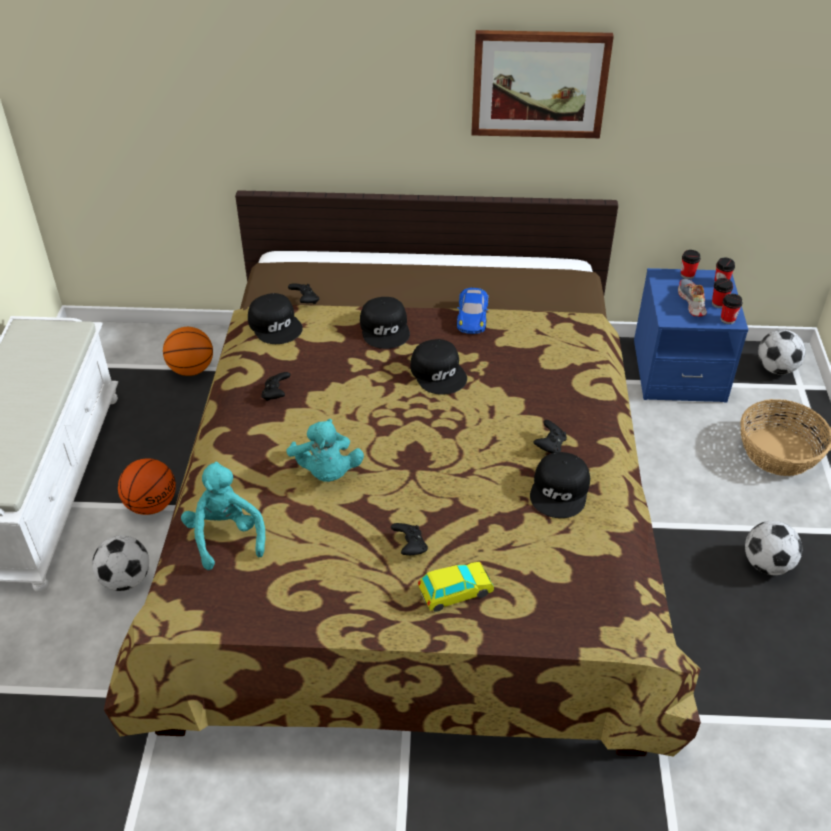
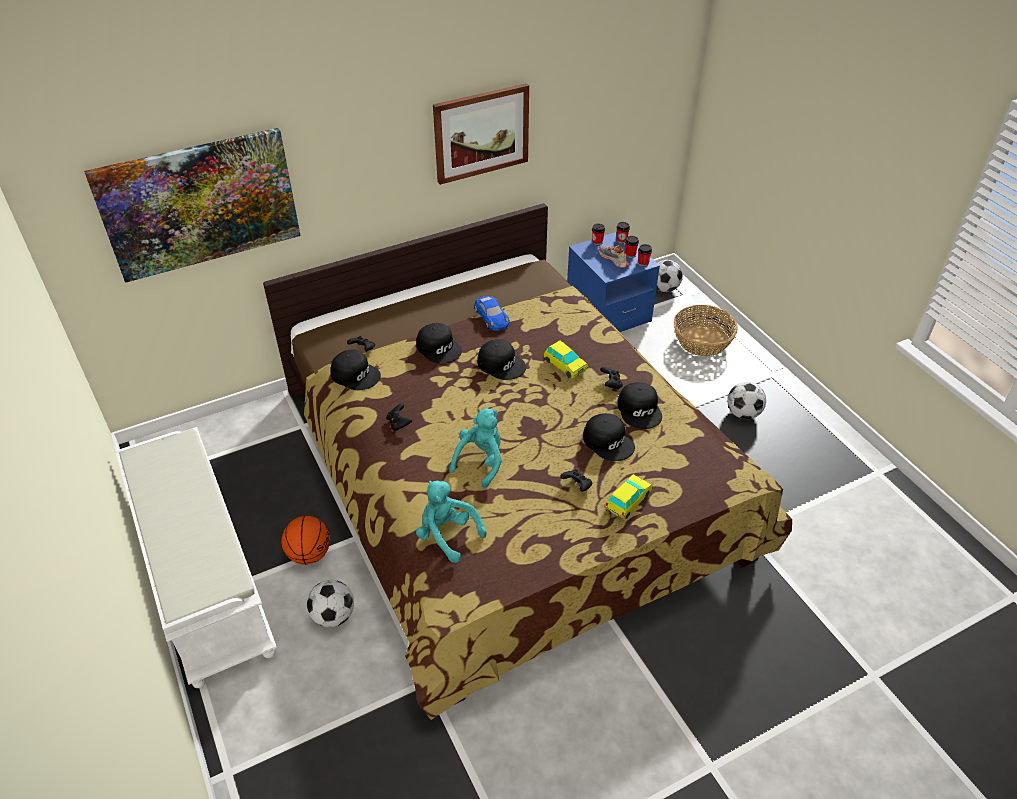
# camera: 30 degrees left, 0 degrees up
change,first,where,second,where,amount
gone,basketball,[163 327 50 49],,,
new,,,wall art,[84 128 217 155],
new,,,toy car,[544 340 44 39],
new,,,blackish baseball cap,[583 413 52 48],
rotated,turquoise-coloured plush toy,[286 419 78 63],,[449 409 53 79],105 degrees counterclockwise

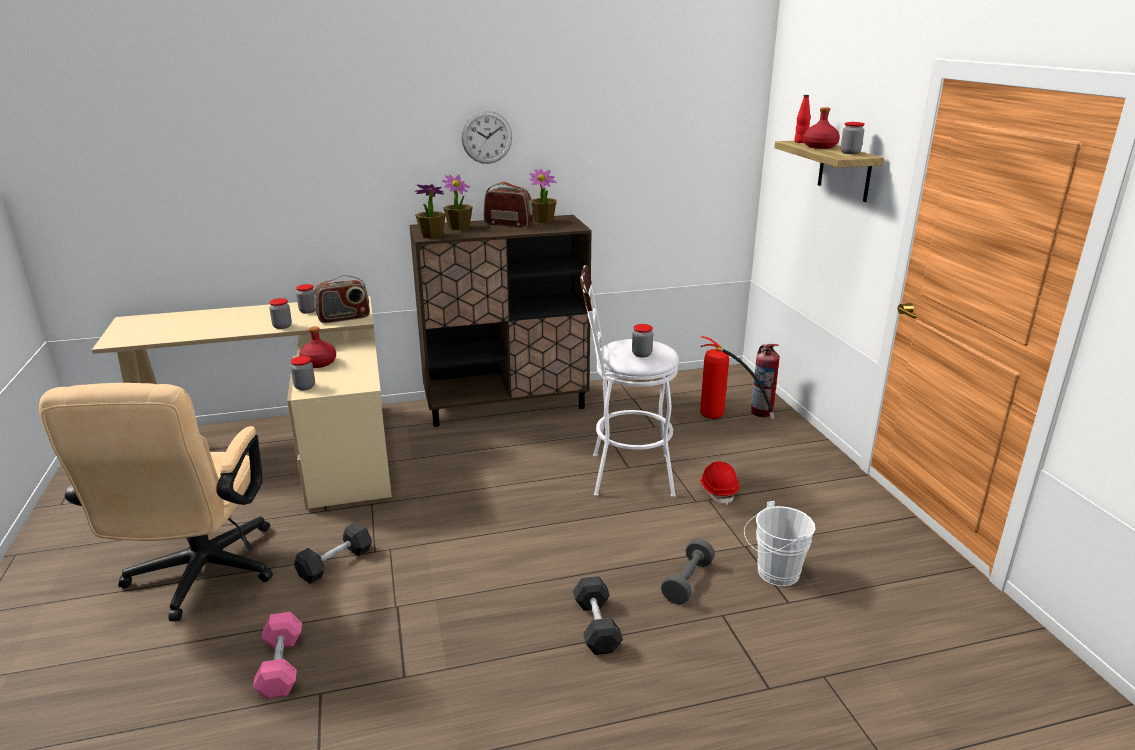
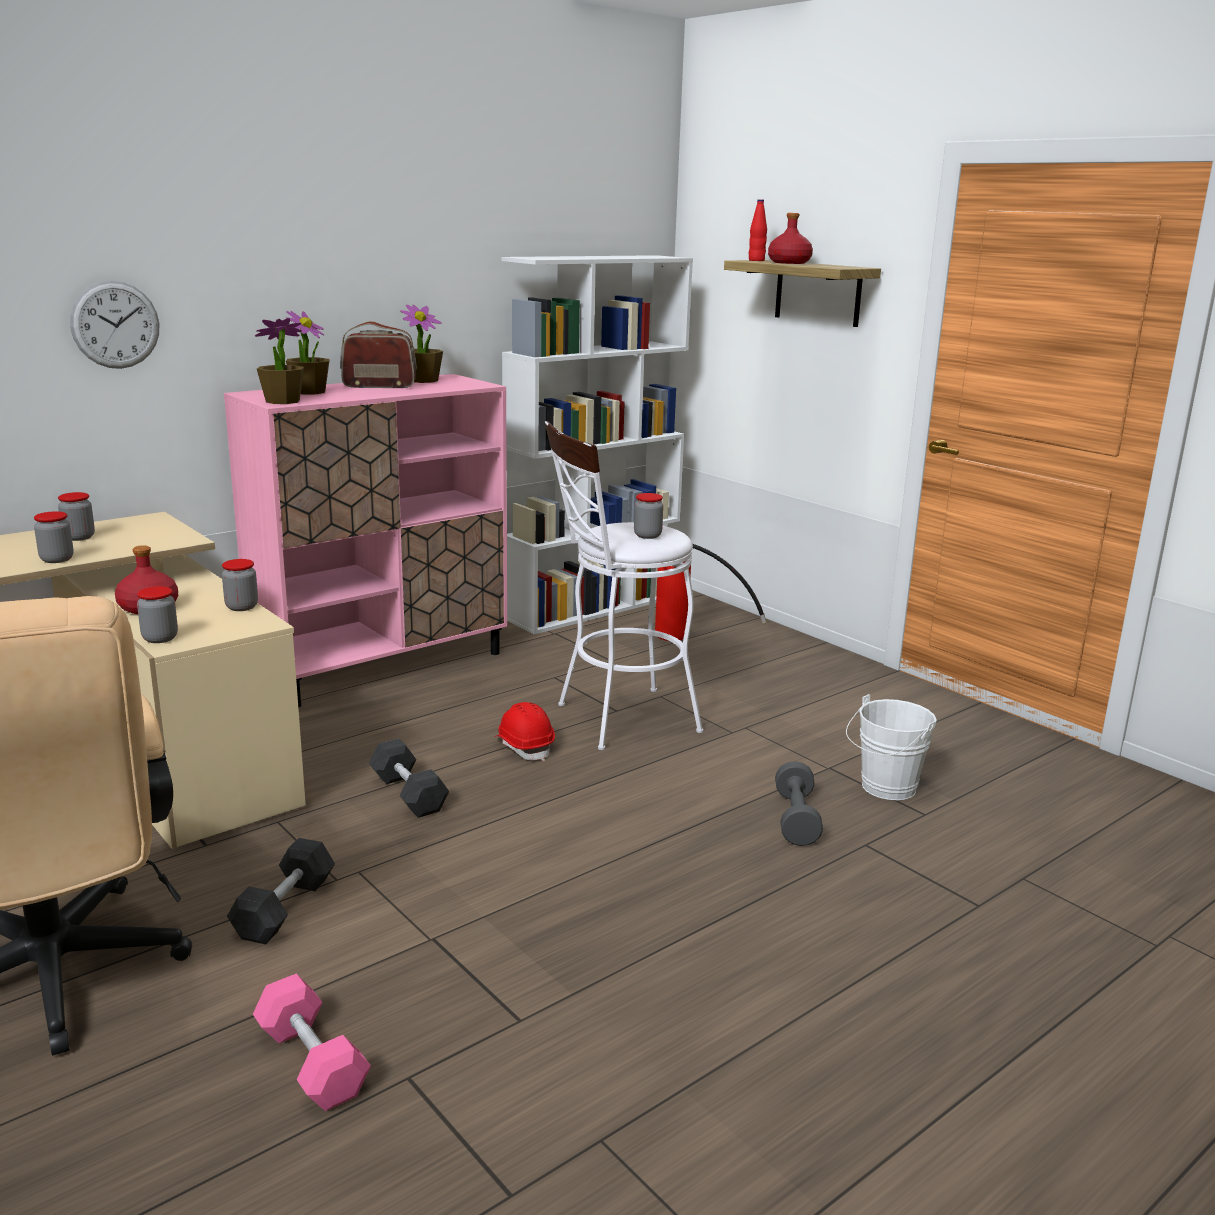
# camera: 25 degrees left, 5 degrees down
change,first,where,second,where,amount
gone,radio,[314 275 56 48],,,
gone,fire extinguisher,[751 344 29 73],,,
new,,,white shelving unit,[501 255 192 379],
shifted,clock on the wall,[461 111 51 53],,[70 281 89 88],
shifted,grey free weight,[573 576 50 79],,[369 739 80 79],
shifted,red hard hat,[699 461 40 44],,[495 702 60 59],
shifted,storage jar,[841 122 24 32],,[222 559 36 52],
repainted,brownish cupboard,[410 215 182 212],pink-coloured cupboard,[224 374 283 334],

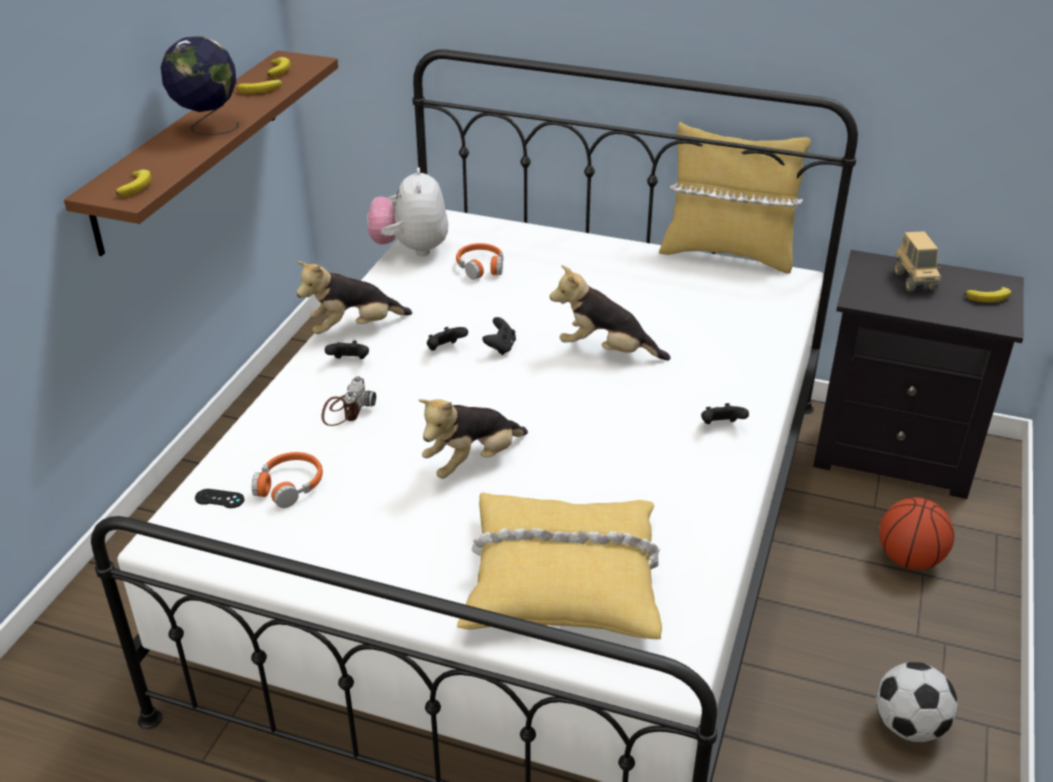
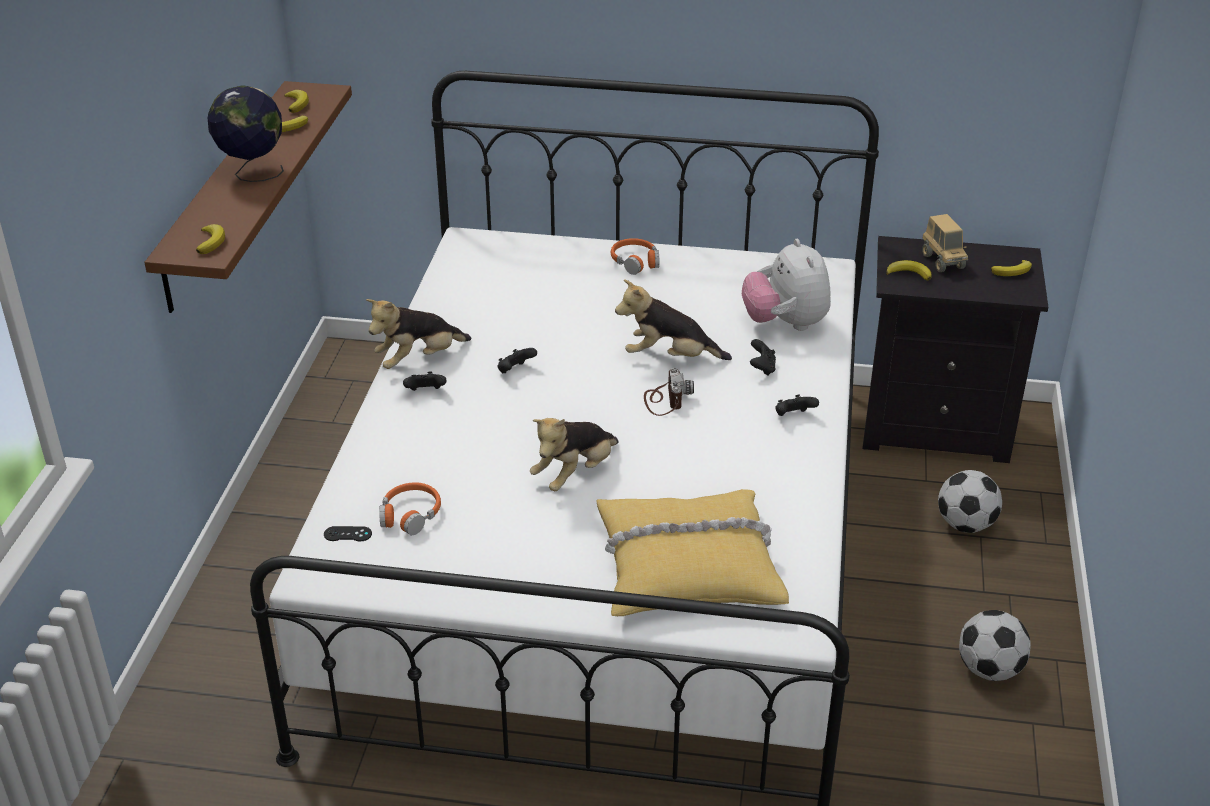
# camera: 10 degrees left, 0 degrees up
change,first,where,second,where,amount
gone,yellowish cushion,[659 122 152 152],,,
new,,,banana,[886 260 46 20],
shifted,photo camera,[321 376 55 50],,[644 368 50 48],
shifted,plush toy,[367 167 81 89],,[742 239 89 92],
shifted,orange-coloured headphones,[456 243 47 37],,[611 238 48 37],
shifted,blackish gamepad,[482 317 34 38],,[750 339 26 37],
swapped,basketball,[879 498 75 72],football,[938 470 64 63],

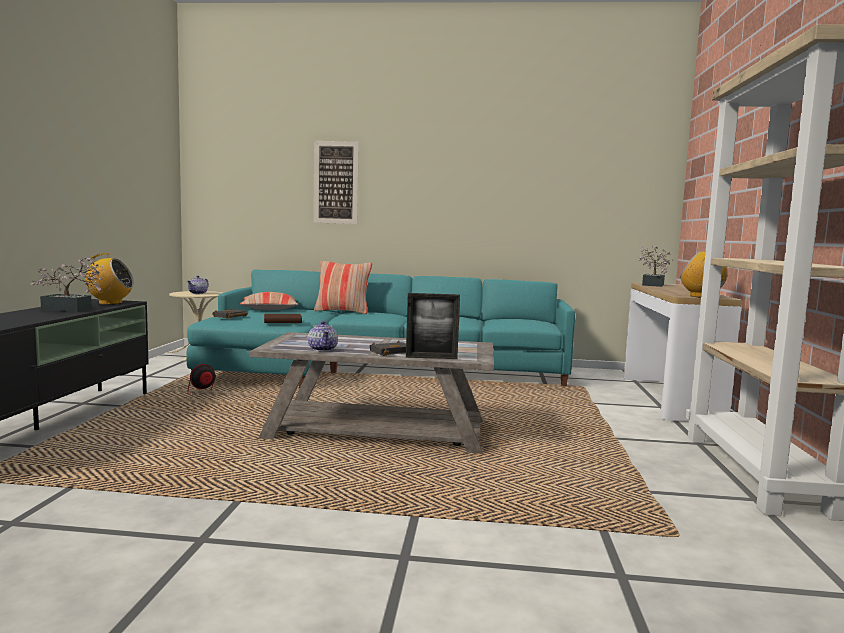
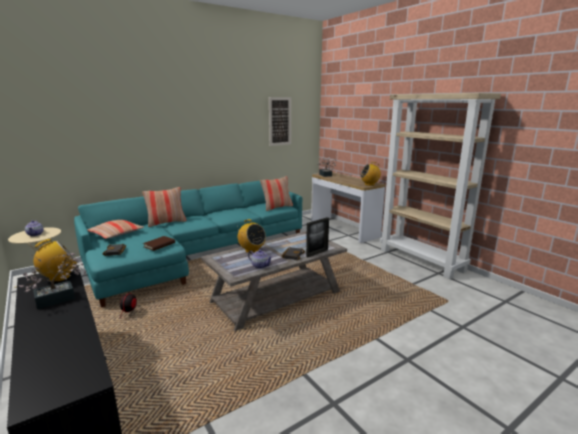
# camera: 40 degrees left, 10 degrees up
change,first,where,second,where,amount
new,,,radio,[237 219 29 34],
new,,,cushion,[260 176 33 35],
shifted,wall art,[313 141 46 83],,[269 97 22 49],

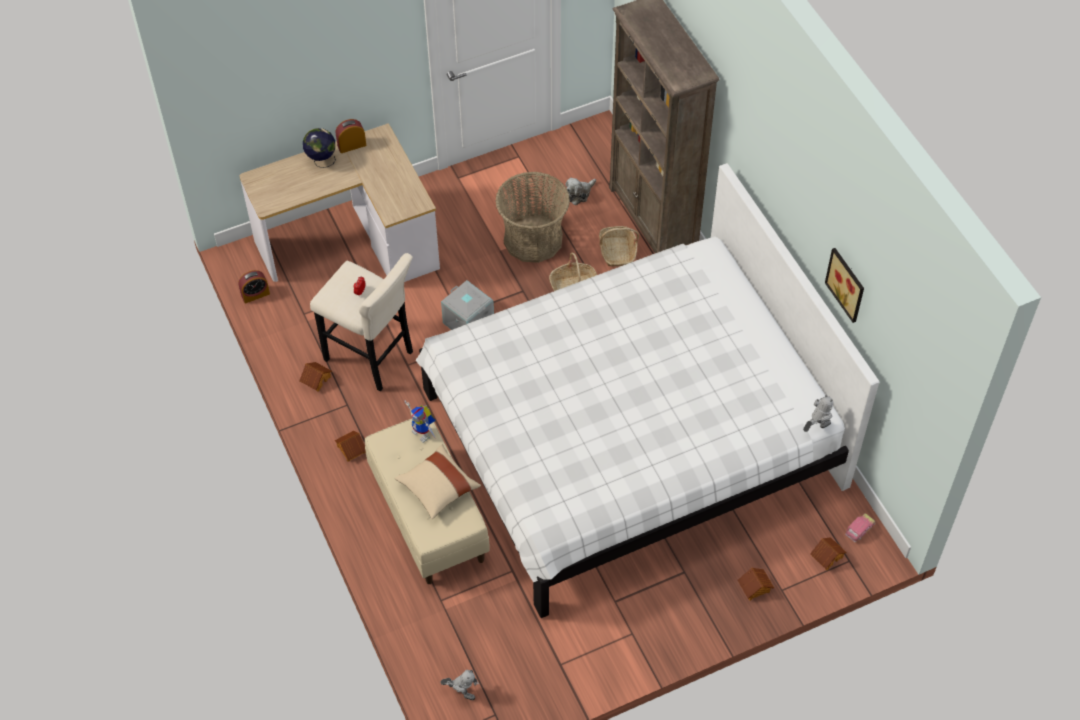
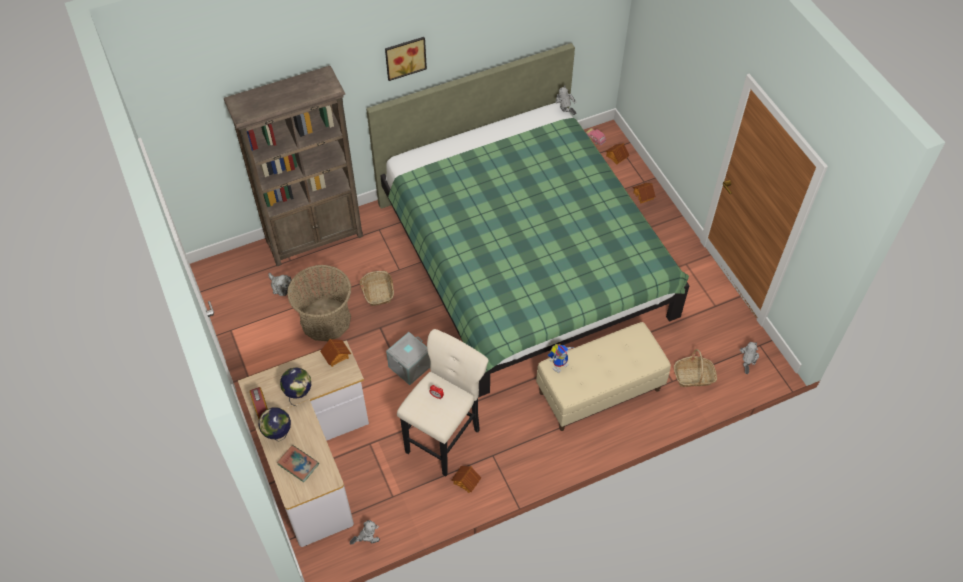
# camera: 90 degrees left, 0 degrees up
change,first,where,second,where,amount
gone,beige-coloured cushion,[395 445 86 74],,,
new,,,bound book,[277 445 42 37],
new,,,desk globe,[280 368 31 38],
shifted,toy house,[335 431 30 31],,[320 339 31 28],
shifted,basket,[599 226 40 41],,[674 349 43 38],
shifted,wall art,[825 248 39 75],,[385 37 42 44],
swapped,table clock,[238 270 32 33],model robot,[350 520 30 25],
repainted,white bedroom bed,[416 163 463 455],greenish bedroom bed,[366 43 323 354],

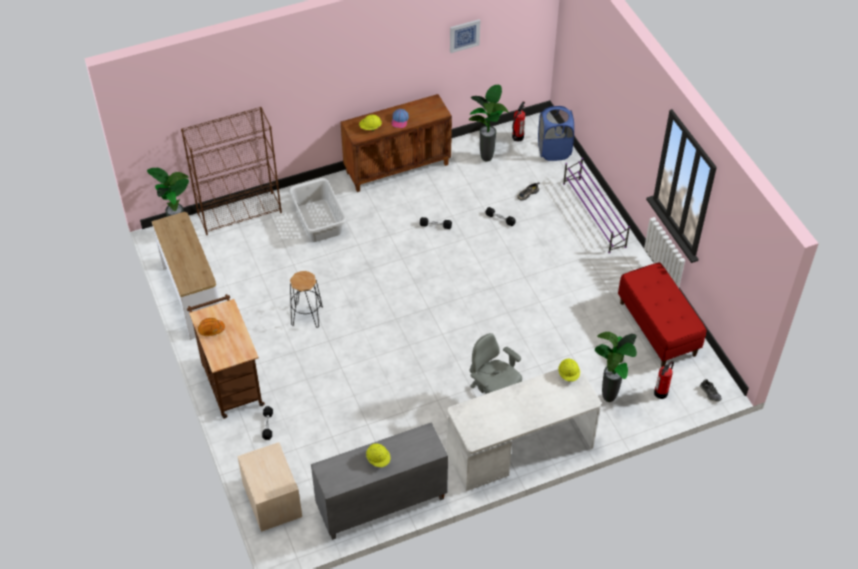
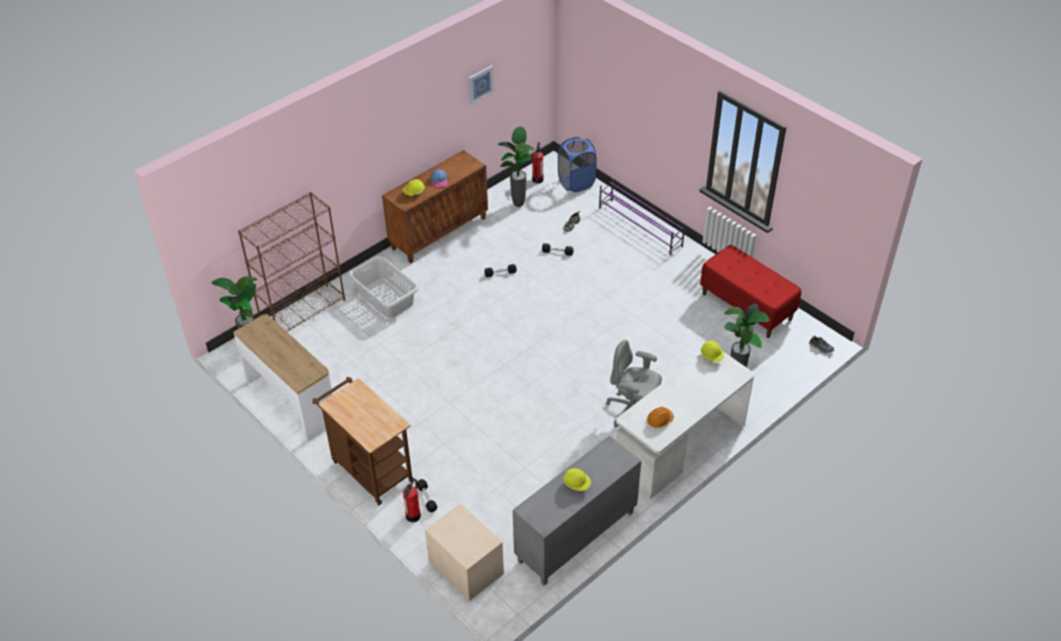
# camera: 20 degrees left, 5 degrees down
change,first,where,second,where,amount
gone,blackish sitting stool,[290 271 33 57],,,
shifted,orange-coloured hard hat,[198 318 27 18],,[647 407 27 21],
shifted,fire extinguisher,[654 361 20 38],,[403 479 18 43],

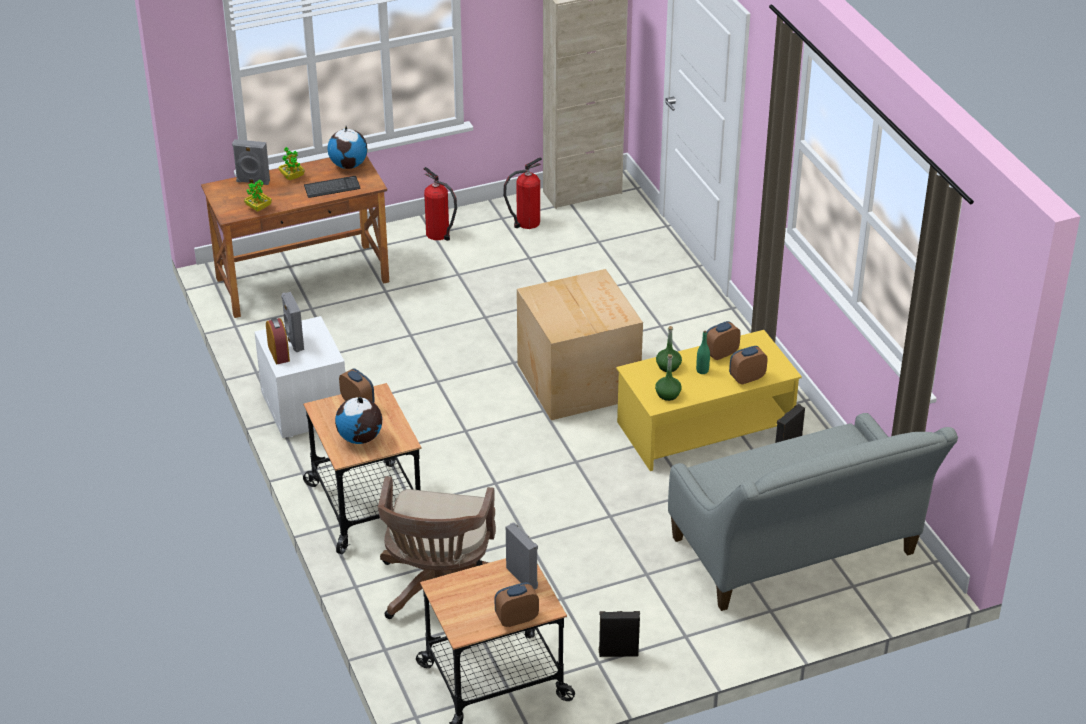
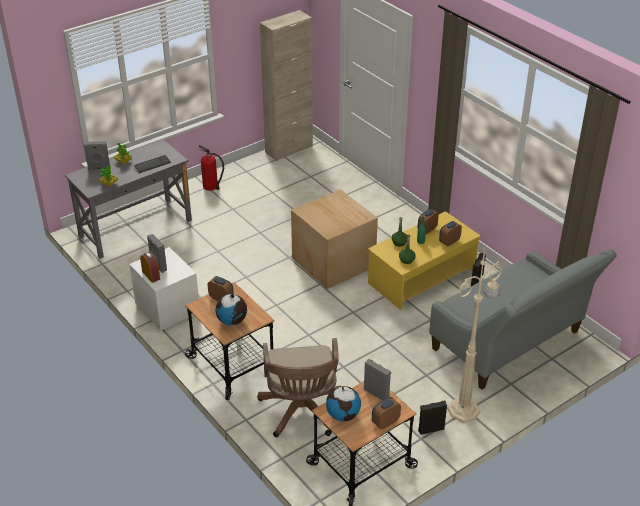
# camera: 15 degrees left, 0 degrees up
change,first,where,second,where,amount
gone,fire extinguisher,[503 157 39 72],,,
new,,,beige-coloured standard lamp,[447 248 56 175],
shifted,desk globe,[328 126 40 43],,[326 386 35 35],
repainted,brownish desk unit,[201 155 188 163],grey desk unit,[65 139 127 120],

